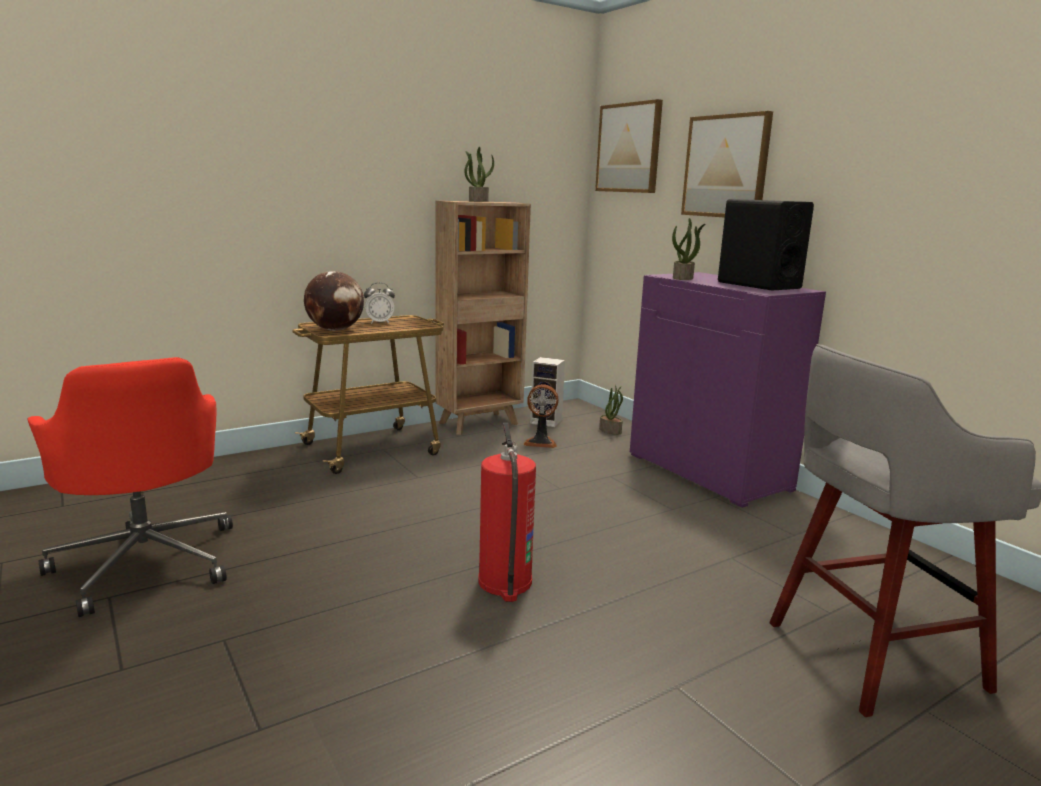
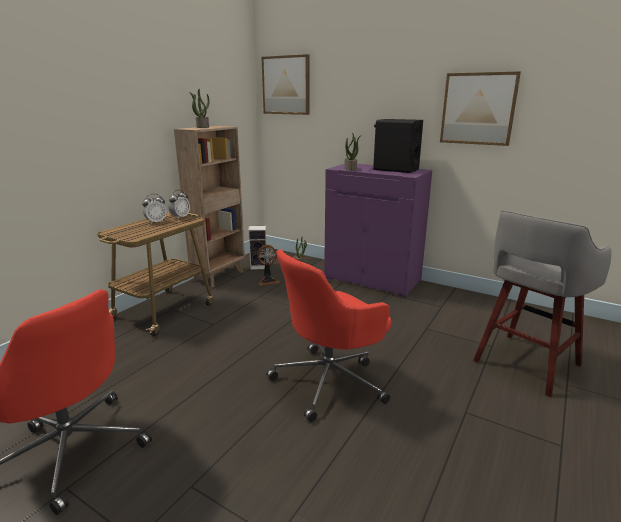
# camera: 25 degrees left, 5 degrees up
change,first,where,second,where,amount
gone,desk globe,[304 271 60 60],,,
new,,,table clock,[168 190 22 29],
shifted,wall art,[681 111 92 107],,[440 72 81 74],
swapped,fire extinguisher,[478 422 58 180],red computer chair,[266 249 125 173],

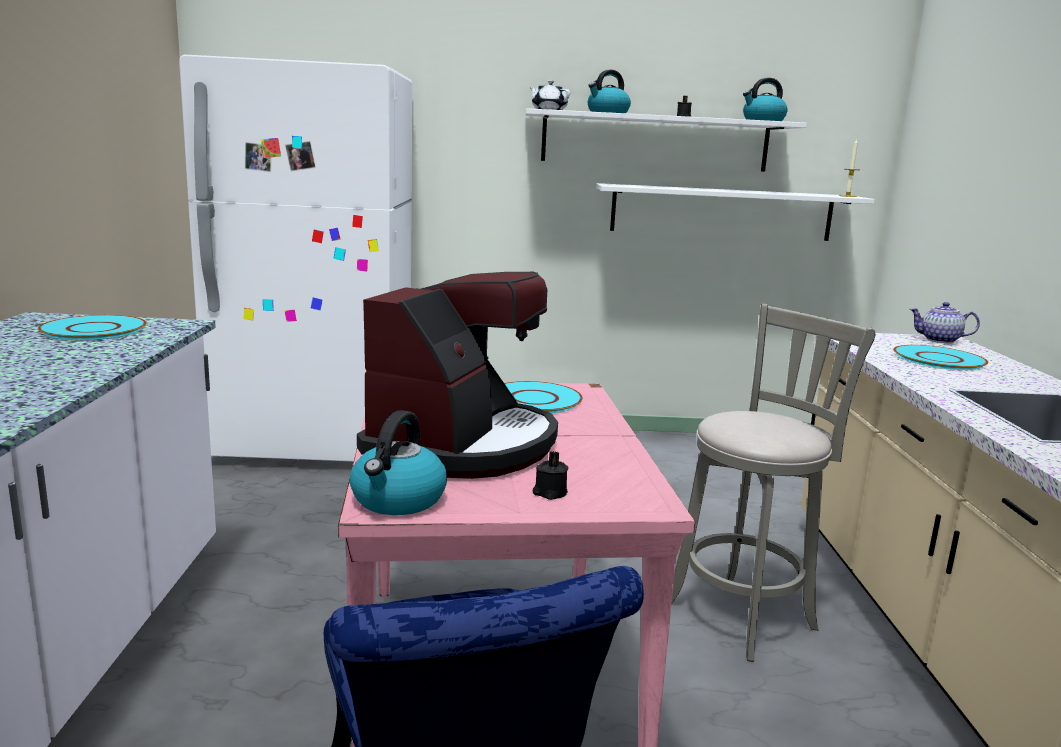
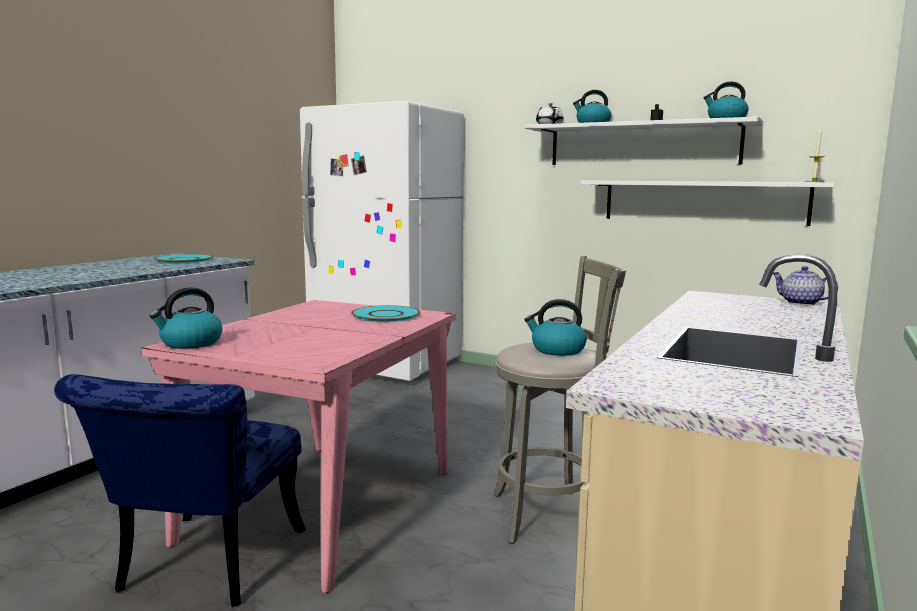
# camera: 30 degrees right, 5 degrees down
change,first,where,second,where,amount
gone,coffee machine,[357 272 201 207],,,
gone,blackish wax light,[533 452 35 48],,,
gone,turquoise-coloured plate,[893 345 95 25],,,
new,,,tea kettle,[524 299 63 57],

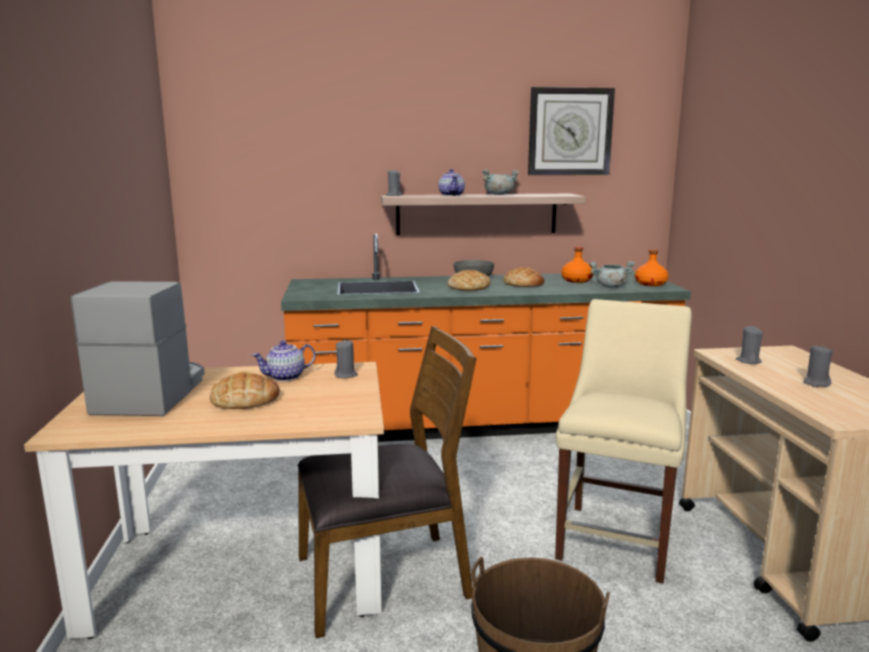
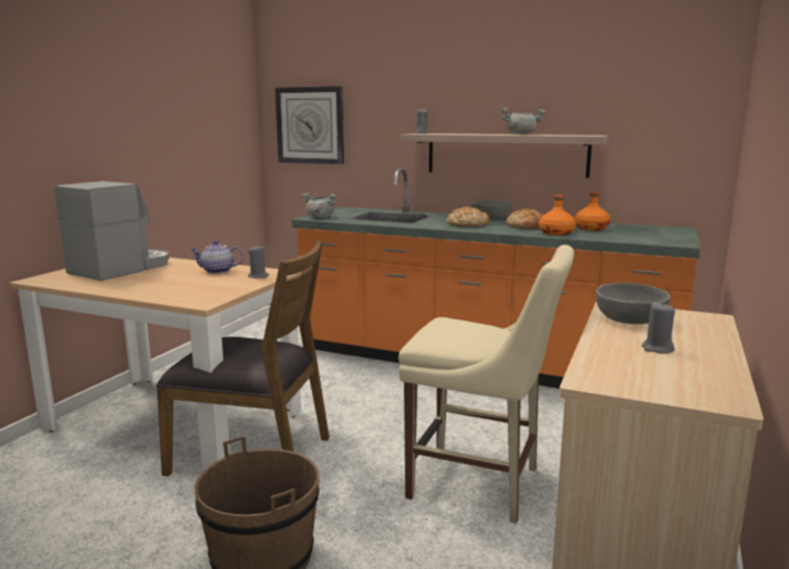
# camera: 30 degrees right, 0 degrees up
change,first,where,second,where,amount
gone,bakery bread,[210 372 70 37],,,
gone,tea pot,[439 169 26 27],,,
shifted,clock on the wall,[528 87 87 88],,[275 86 69 78],
shifted,grey cooking pot,[589 261 46 27],,[303 193 34 25],
shifted,orange-coloured beverage bottle,[635 249 34 37],,[539 195 37 40],
swapped,grey wax light,[736 326 27 38],grey deep dish,[596 283 75 41],
rotated,beige-coloured upright chair,[555 299 137 285],,[399 245 175 279],60 degrees clockwise

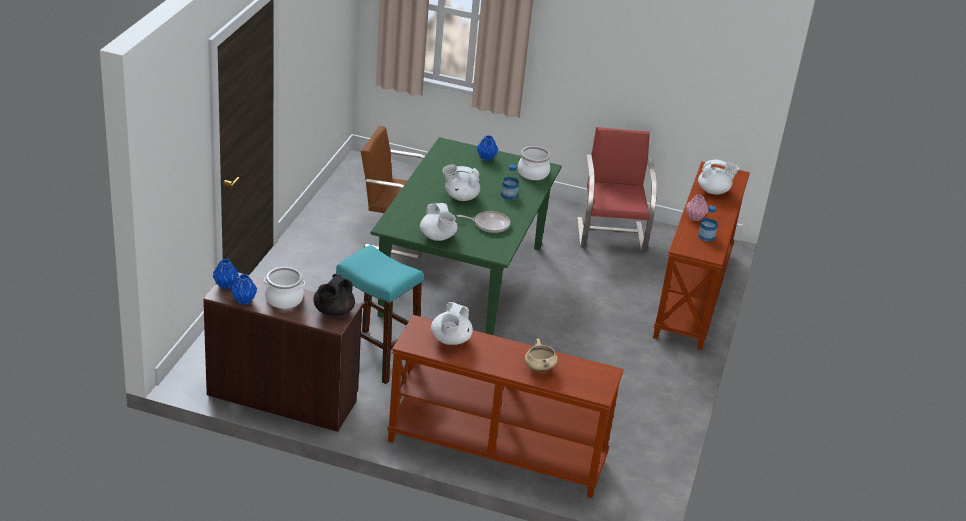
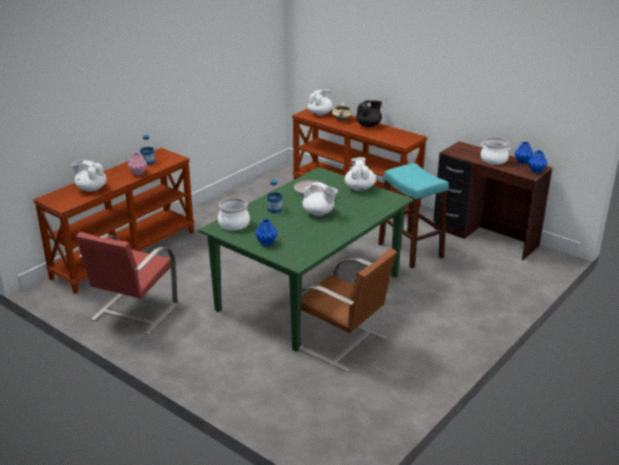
# camera: 155 degrees left, 5 degrees down
change,first,where,second,where,amount
shifted,blackish tea pot,[313 274 42 42],,[356 100 26 27],
shifted,white tea pot,[431 302 42 43],,[308 90 25 26],

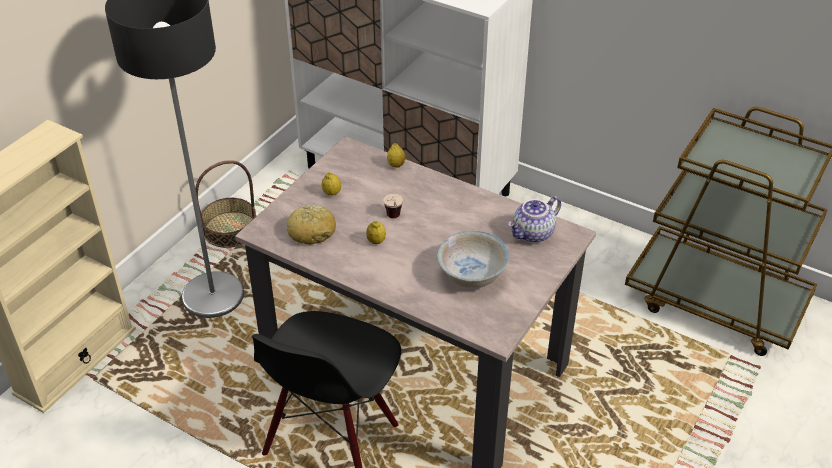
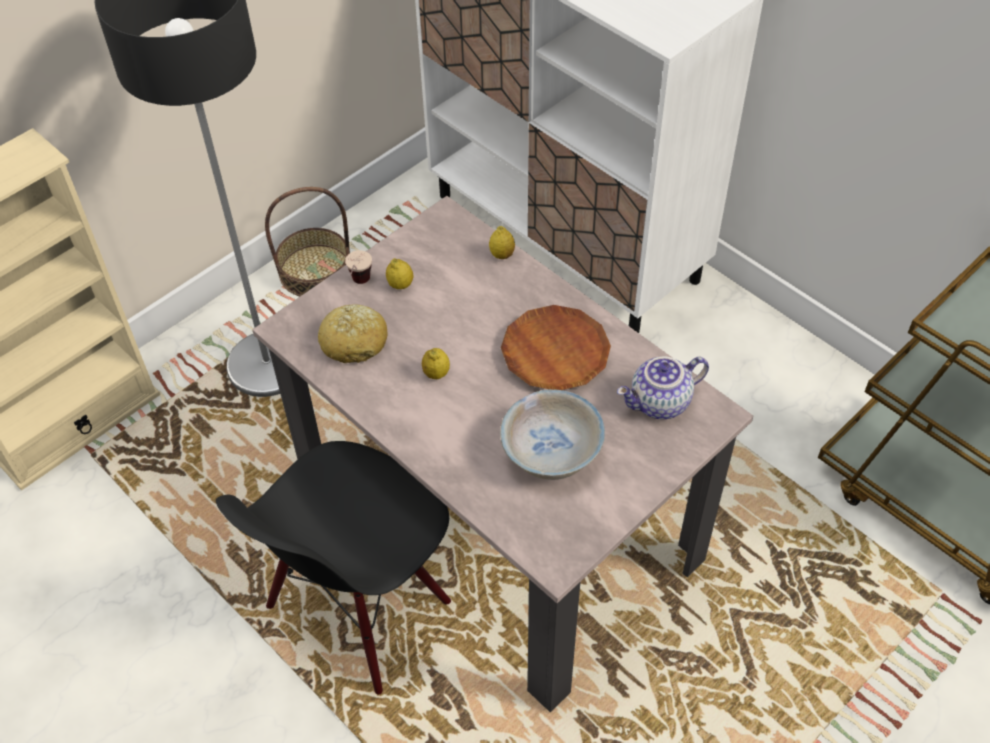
# camera: 15 degrees right, 10 degrees up
change,first,where,second,where,amount
new,,,brownish plate,[501 305 110 85],
shifted,small cup,[383 194 20 24],,[345 250 27 34],

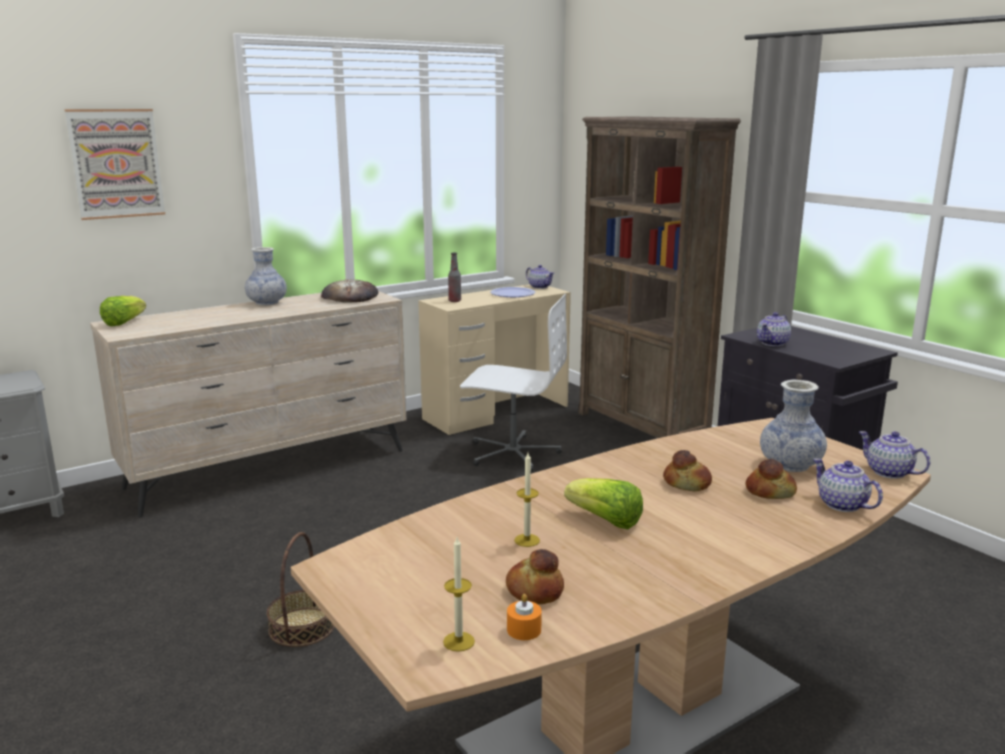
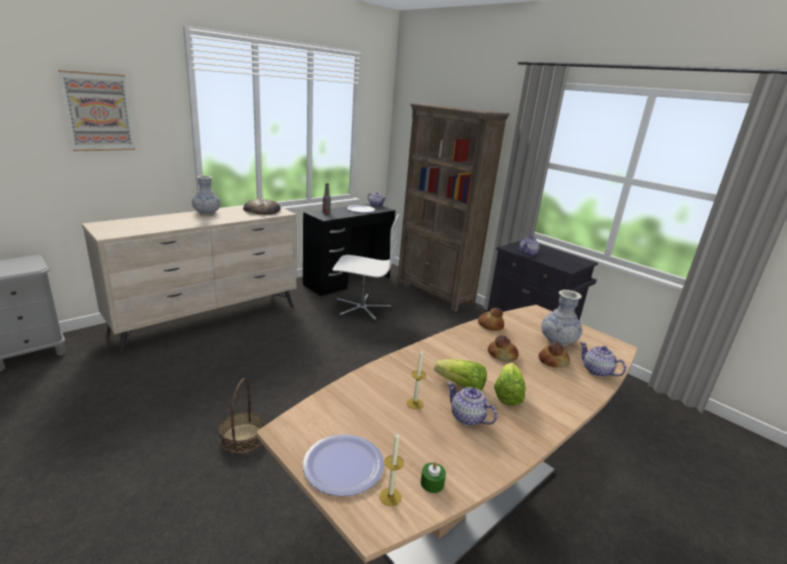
# camera: 10 degrees left, 5 degrees up
change,first,where,second,where,amount
new,,,plate,[303 434 81 62],
shifted,head of lettuce,[100 296 46 31],,[494 363 32 43],
shifted,bakery bread,[506 549 58 55],,[478 308 26 23],
shifted,tea pot,[859 431 72 48],,[447 382 50 44],
repainted,beige-coloured desk unit,[418 284 153 151],blackish desk unit,[303 204 92 92],
repainted,orange-coloured wax light,[507 594 35 46],greenish wax light,[421 461 25 32],

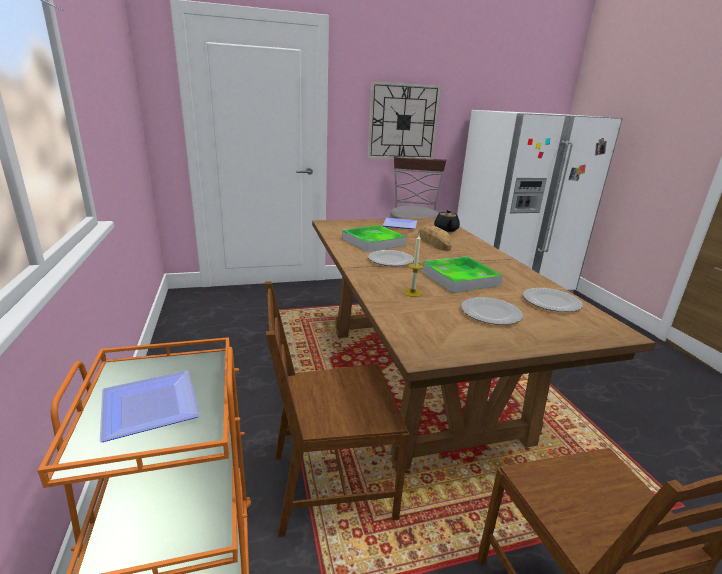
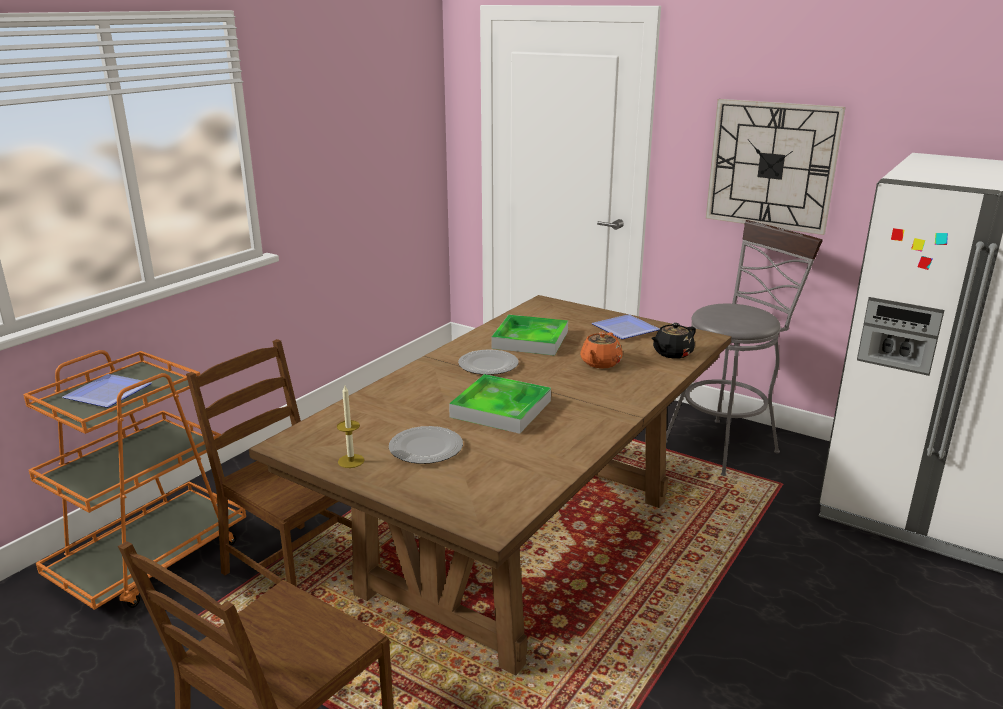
# camera: 50 degrees right, 0 degrees up
change,first,where,second,where,amount
gone,plate,[523 288 60 24],,,
shifted,wax light,[404 235 20 62],,[337 385 28 83],
swapped,bakery bread,[418 226 34 25],orange-coloured tea pot,[580 332 43 36],

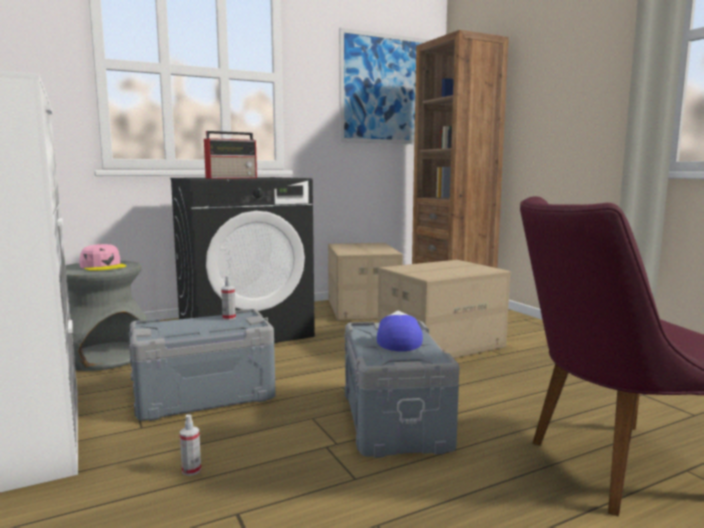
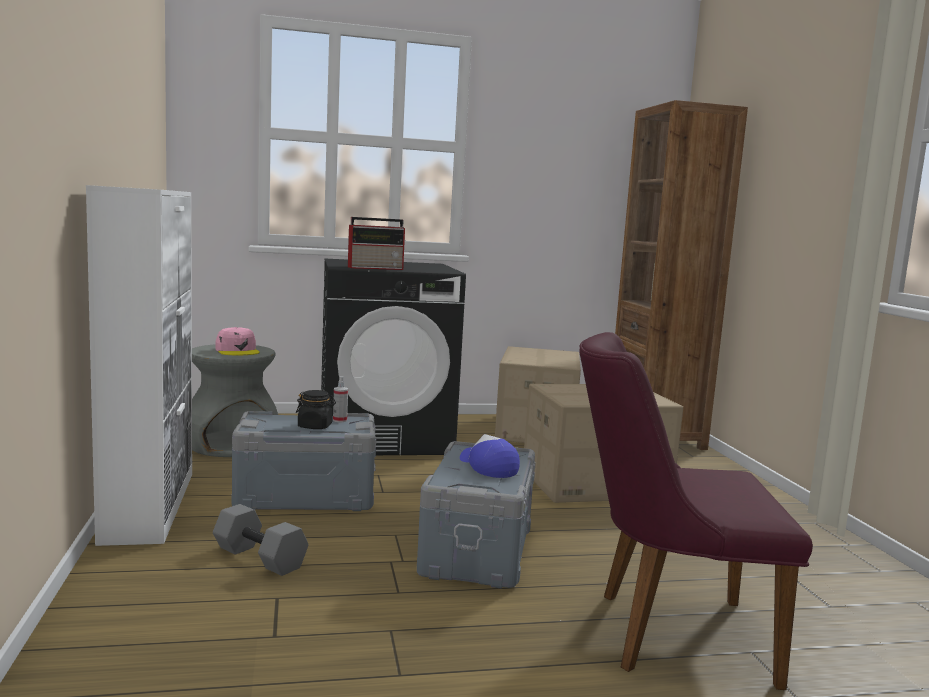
# camera: 15 degrees right, 0 degrees up
change,first,where,second,where,amount
gone,wall art,[339 28 91 116],,,
new,,,blackish storage jar,[296 390 40 39],
swapped,hand sprayer,[180 414 21 62],grey free weight,[213 504 95 72],
rotated,baseball cap,[377 310 46 42],,[460 434 60 44],45 degrees counterclockwise

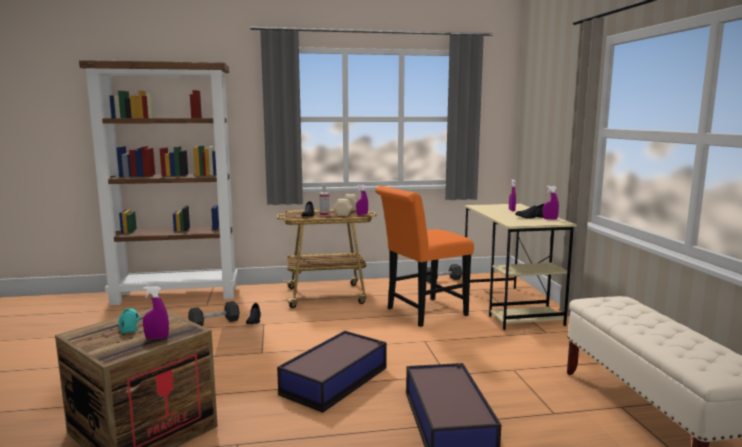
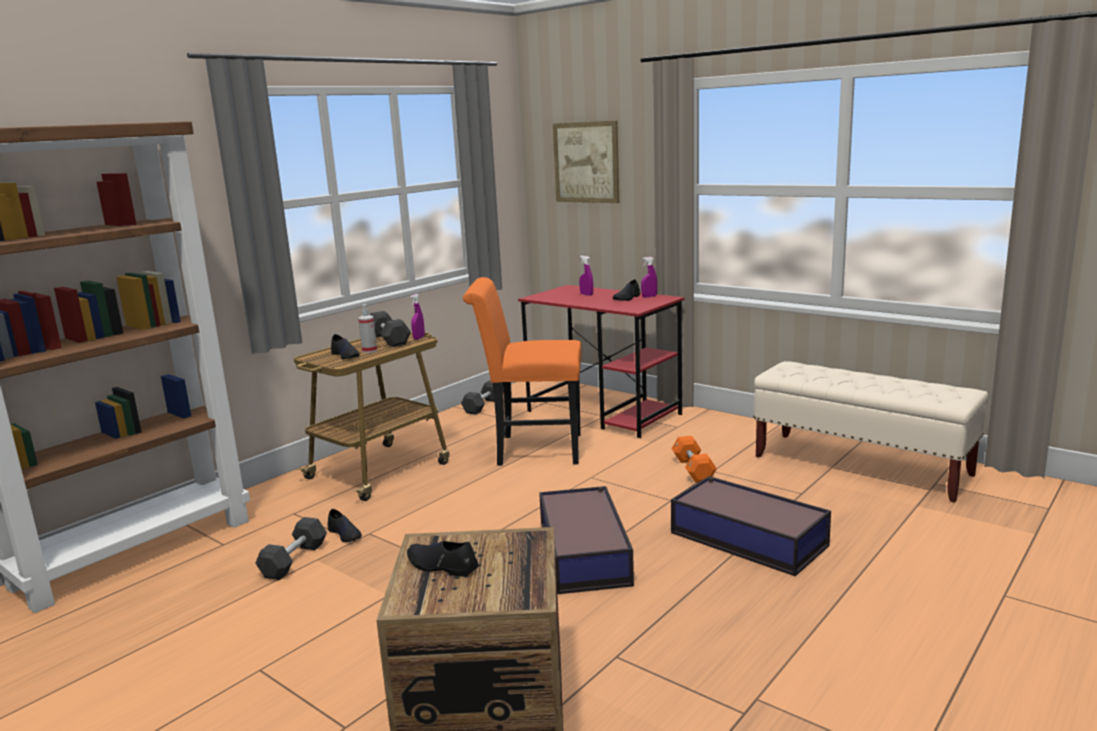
# camera: 40 degrees left, 5 degrees up
change,first,where,second,where,amount
gone,purple-coloured hand sprayer,[143 286 26 53],,,
new,,,wall art,[553 121 66 82],
new,,,orange-coloured free weight,[672 436 45 47],
repainted,turquoise-coloured shoe,[118 308 22 26],blackish shoe,[407 541 72 36],
repainted,beige-coloured free weight,[333 194 25 22],blackish free weight,[370 311 41 36],
repainted,beige-coloured desk unit,[464 204 113 126],red desk unit,[518 285 167 153],
rotated,orange-coloured upright chair,[375 186 99 141],,[463 277 119 189],75 degrees clockwise

